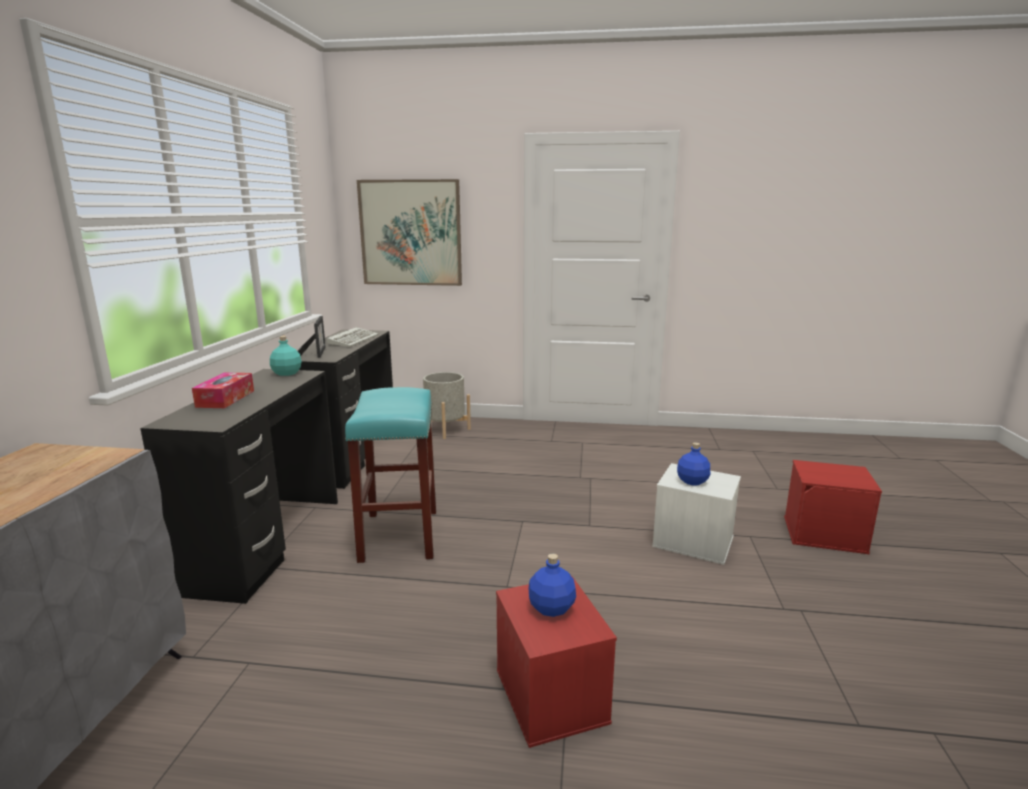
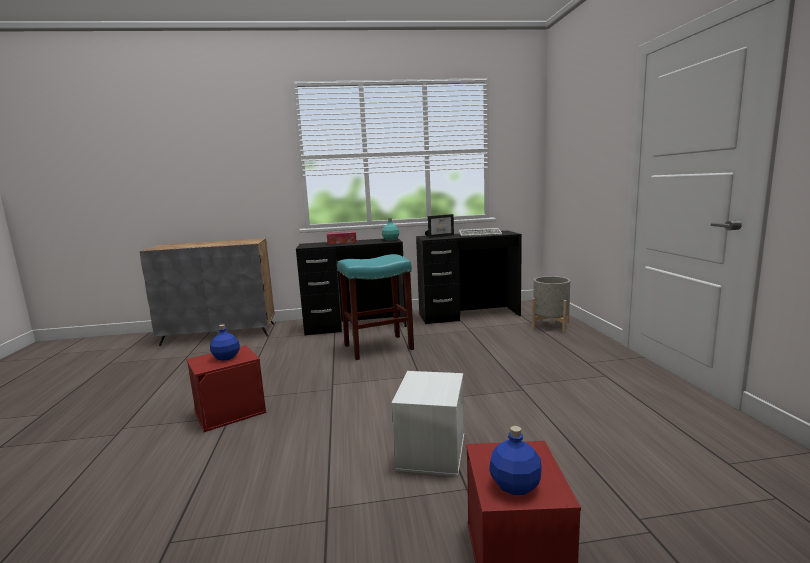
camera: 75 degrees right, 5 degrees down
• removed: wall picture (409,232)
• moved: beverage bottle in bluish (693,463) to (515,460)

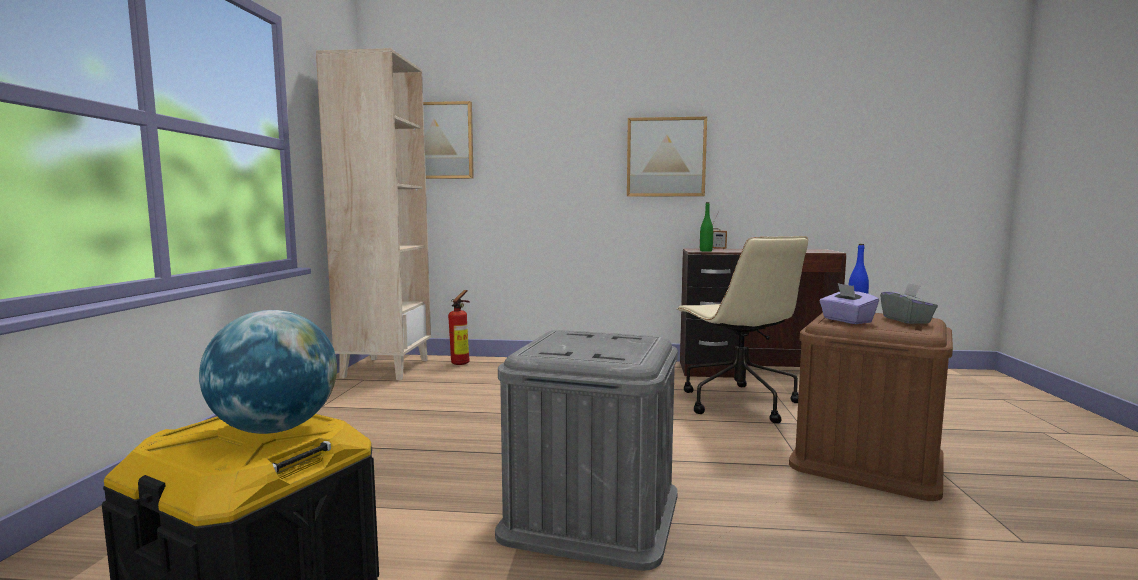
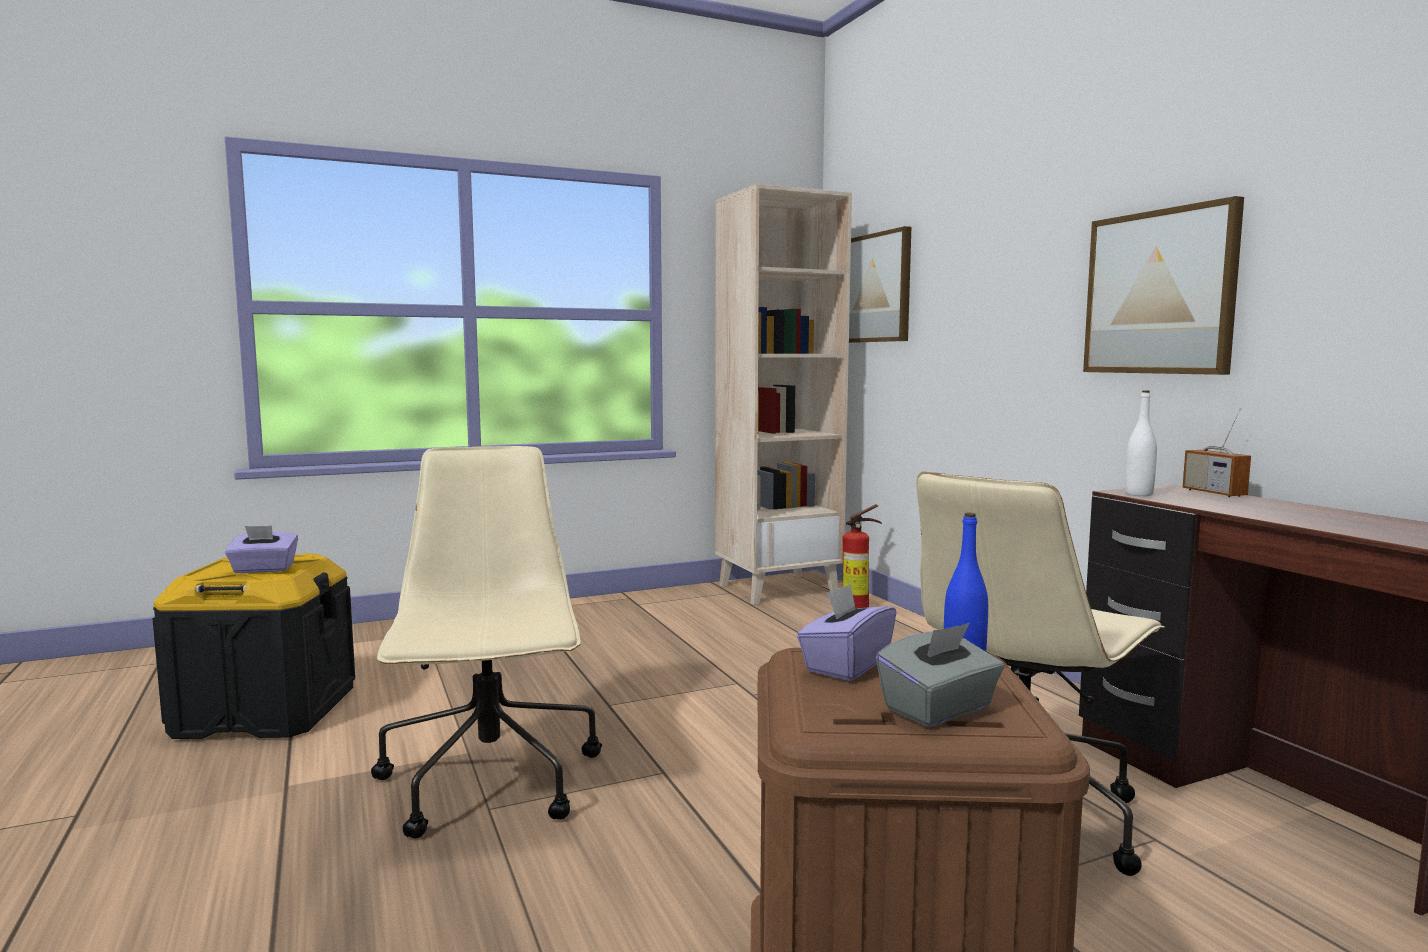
camera: 60 degrees right, 0 degrees up
• replaced: world globe (268,372) to tissue box in purple (261,549)
• replaced: storage bin in gray (586,450) to computer chair in sand-coloured (486,642)
• recoloured: beverage bottle in greenish (706,227) to beverage bottle in white-coloured (1141,443)

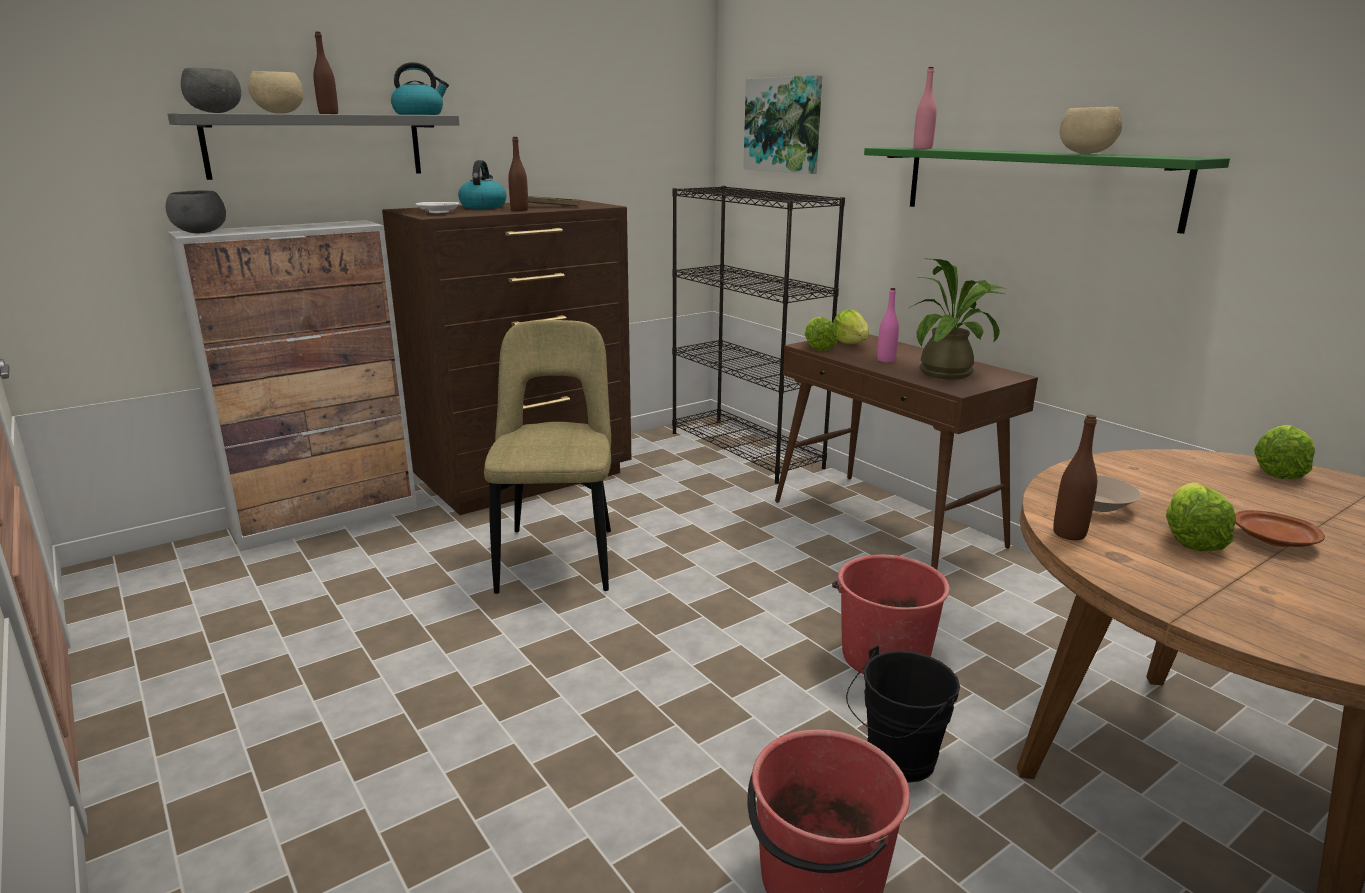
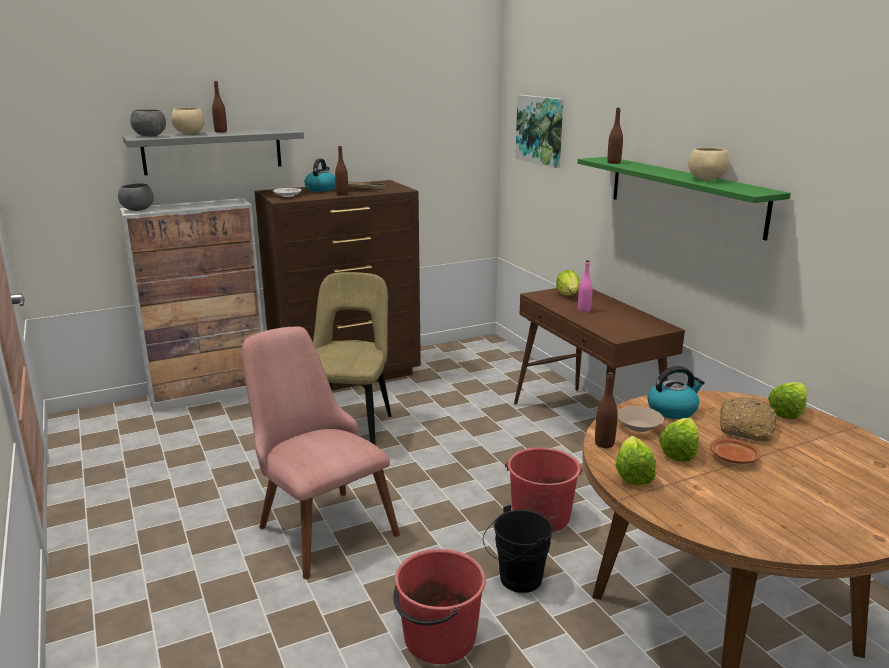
camera: 10 degrees right, 0 degrees up
• removed: shelving unit in blackish (758,335)
• removed: plant in a pot (957,319)
• added: chair in pinkish (321,453)
• added: bakery bread (748,419)
• moved: tea kettle (420,88) to (676,392)
• moved: lettuce (821,334) to (635,460)
• recoloured: beverage bottle in pinkish (925,108) to beverage bottle in brownish (615,136)

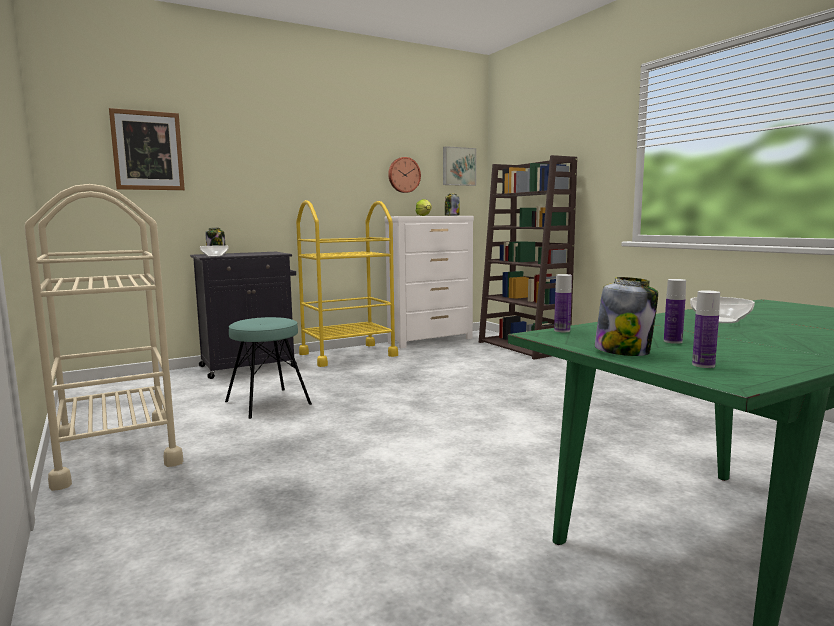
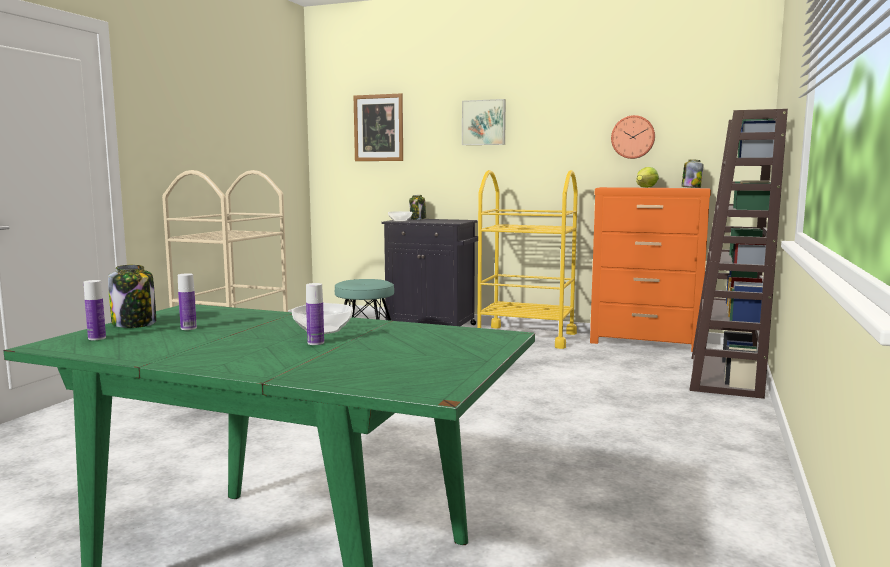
camera: 50 degrees right, 0 degrees up
• moved: wall picture (459,166) to (484,122)
• moved: beverage bottle (563,303) to (315,314)
• recoloured: drawer chest in white-coloured (429,282) to drawer chest in orangey (650,269)

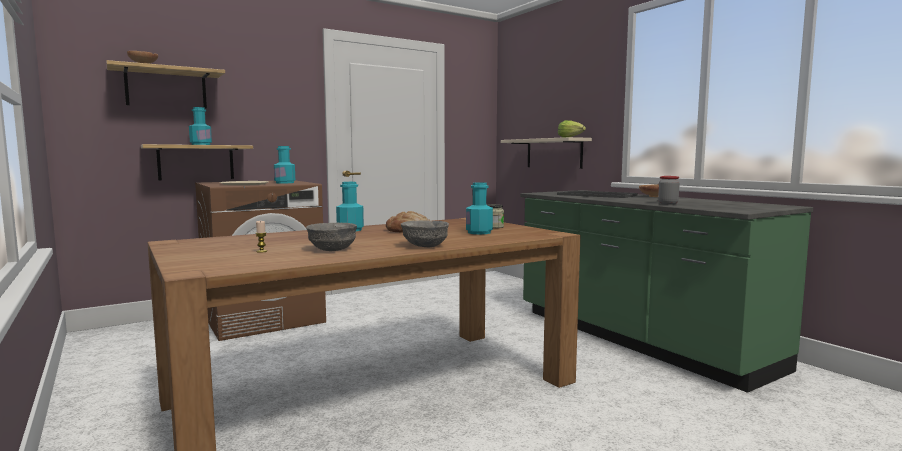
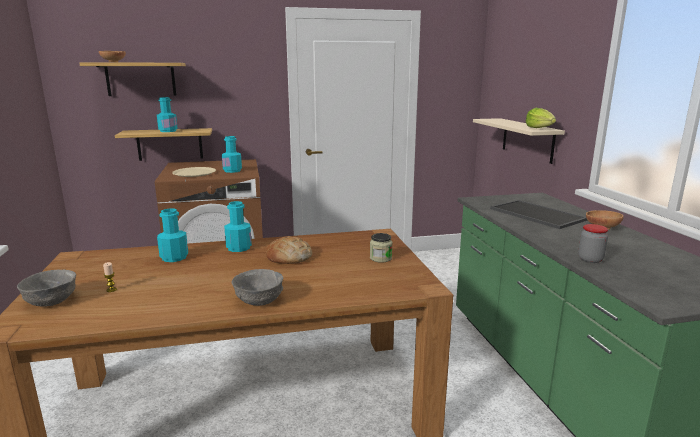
camera: 20 degrees right, 10 degrees up
• moved: serving bowl in gray (331,237) to (46,288)
• moved: beverage bottle in turquoise-coloured (479,208) to (172,235)

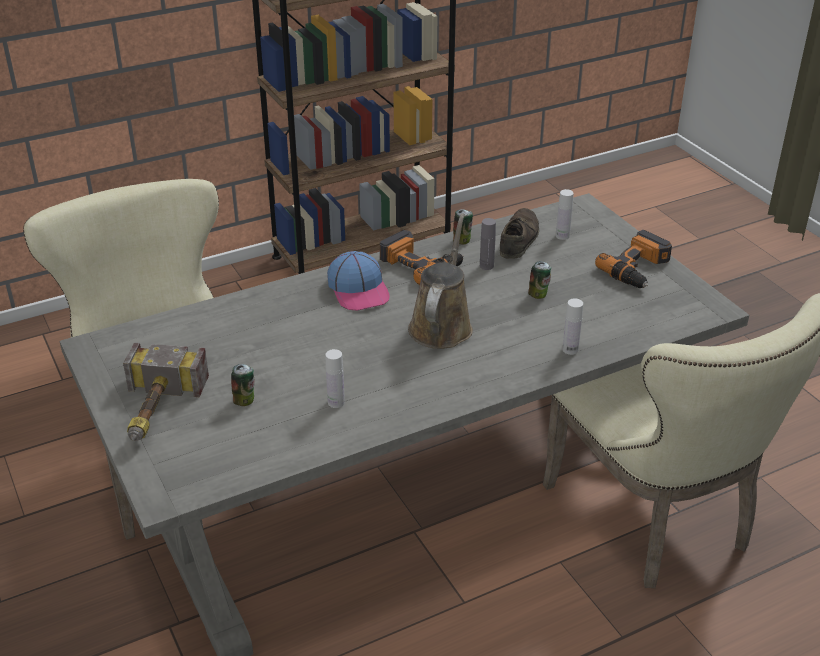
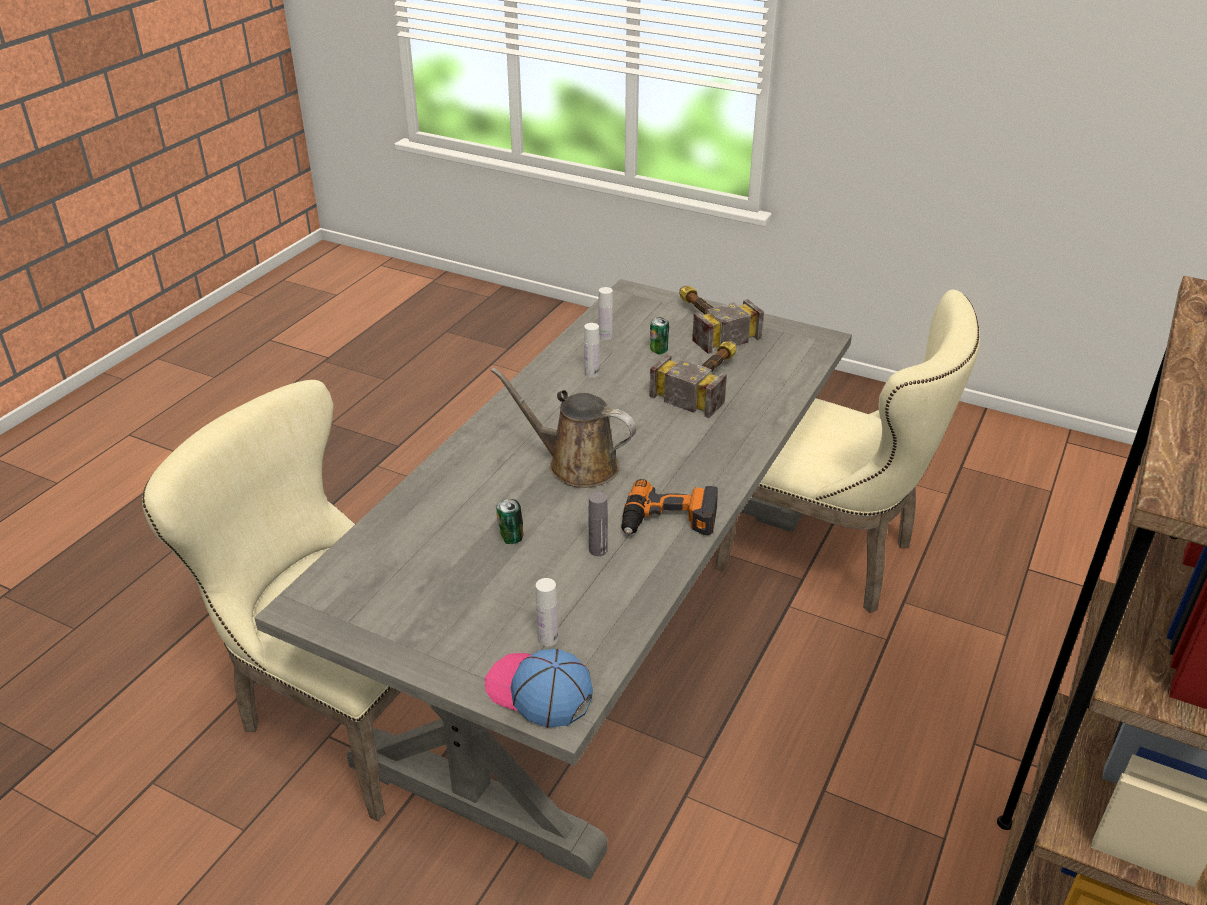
camera: 145 degrees right, 0 degrees up
• removed: metal can (463,227)
• removed: shoe in brownish (519,233)
• removed: drill (633,259)
• added: tool hammer (693,379)
• moved: baseball cap (358,280) to (539,688)
• moved: beverage bottle in white-coloured (573,326) to (605,313)
• turned: watering can in brownish (440,281) = (563,427) 135 degrees clockwise

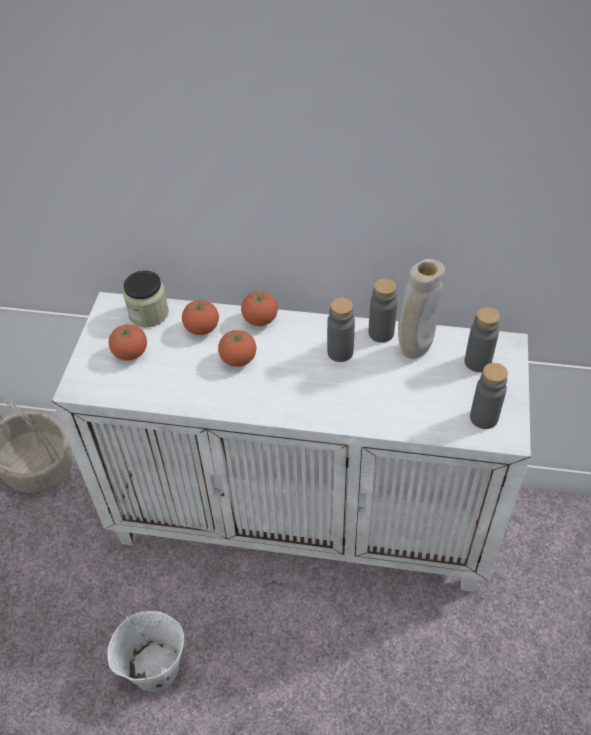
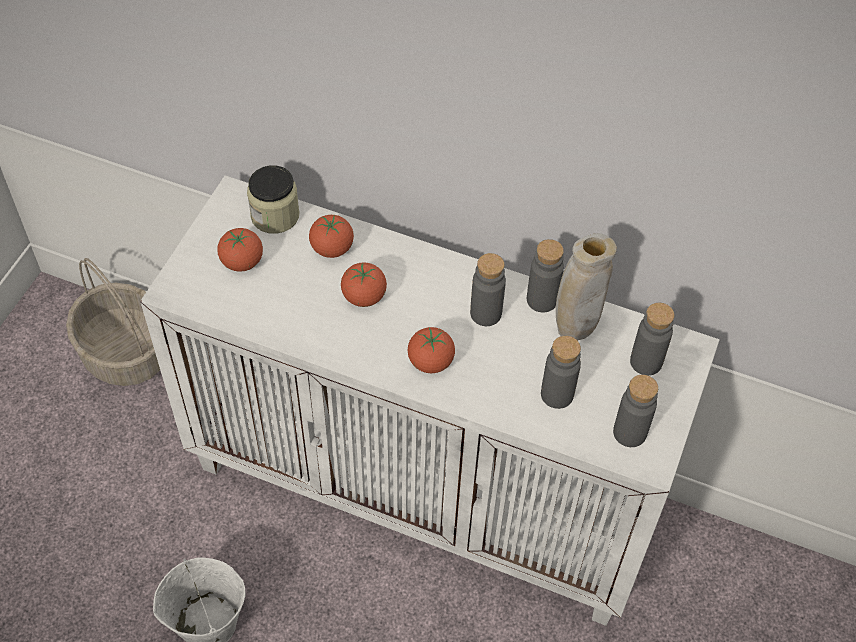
camera: 10 degrees right, 5 degrees up
• added: beverage bottle in gray (561,372)
• moved: whole tomato (259,308) to (431,350)

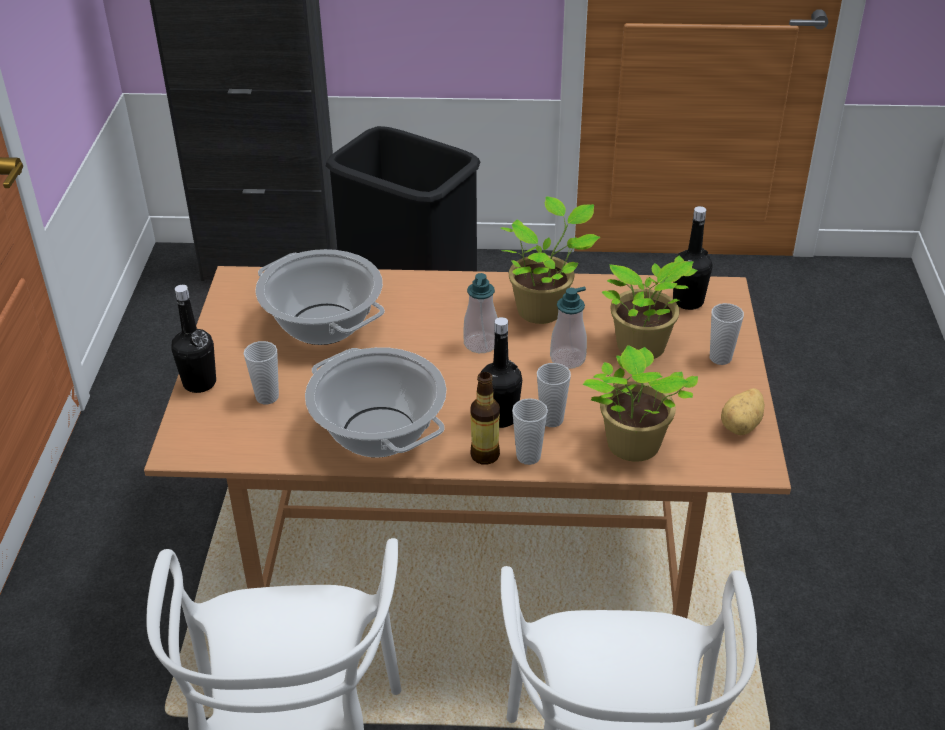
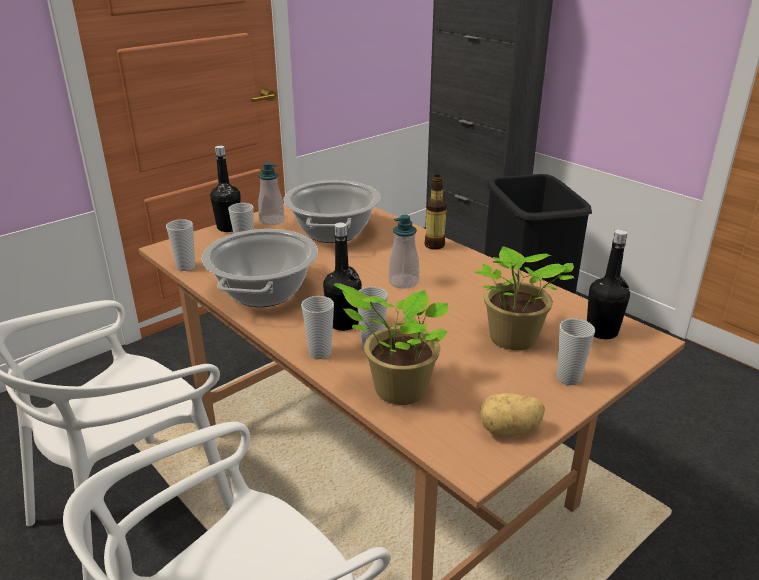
camera: 45 degrees right, 10 degrees down
• removed: plant in a pot (550,260)
• added: cup (180,245)
• moved: beverage bottle (485,418) to (436,212)
• moved: liquid soap bottle (568,328) to (271,193)

